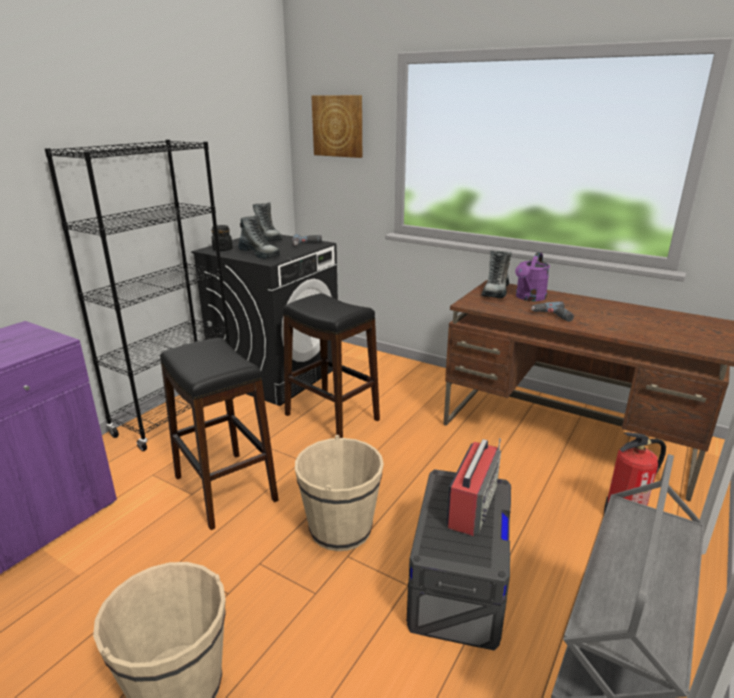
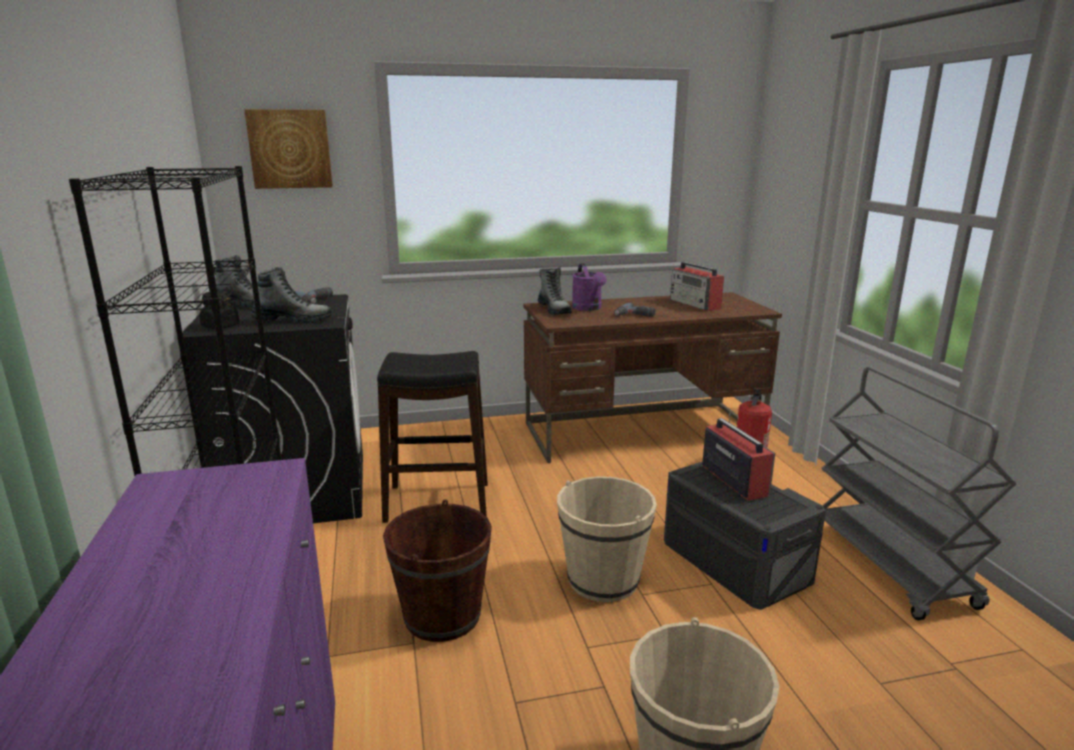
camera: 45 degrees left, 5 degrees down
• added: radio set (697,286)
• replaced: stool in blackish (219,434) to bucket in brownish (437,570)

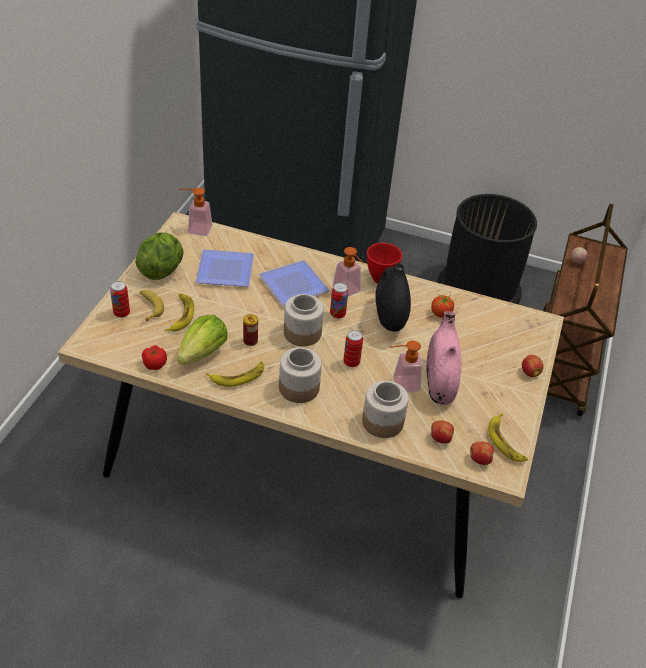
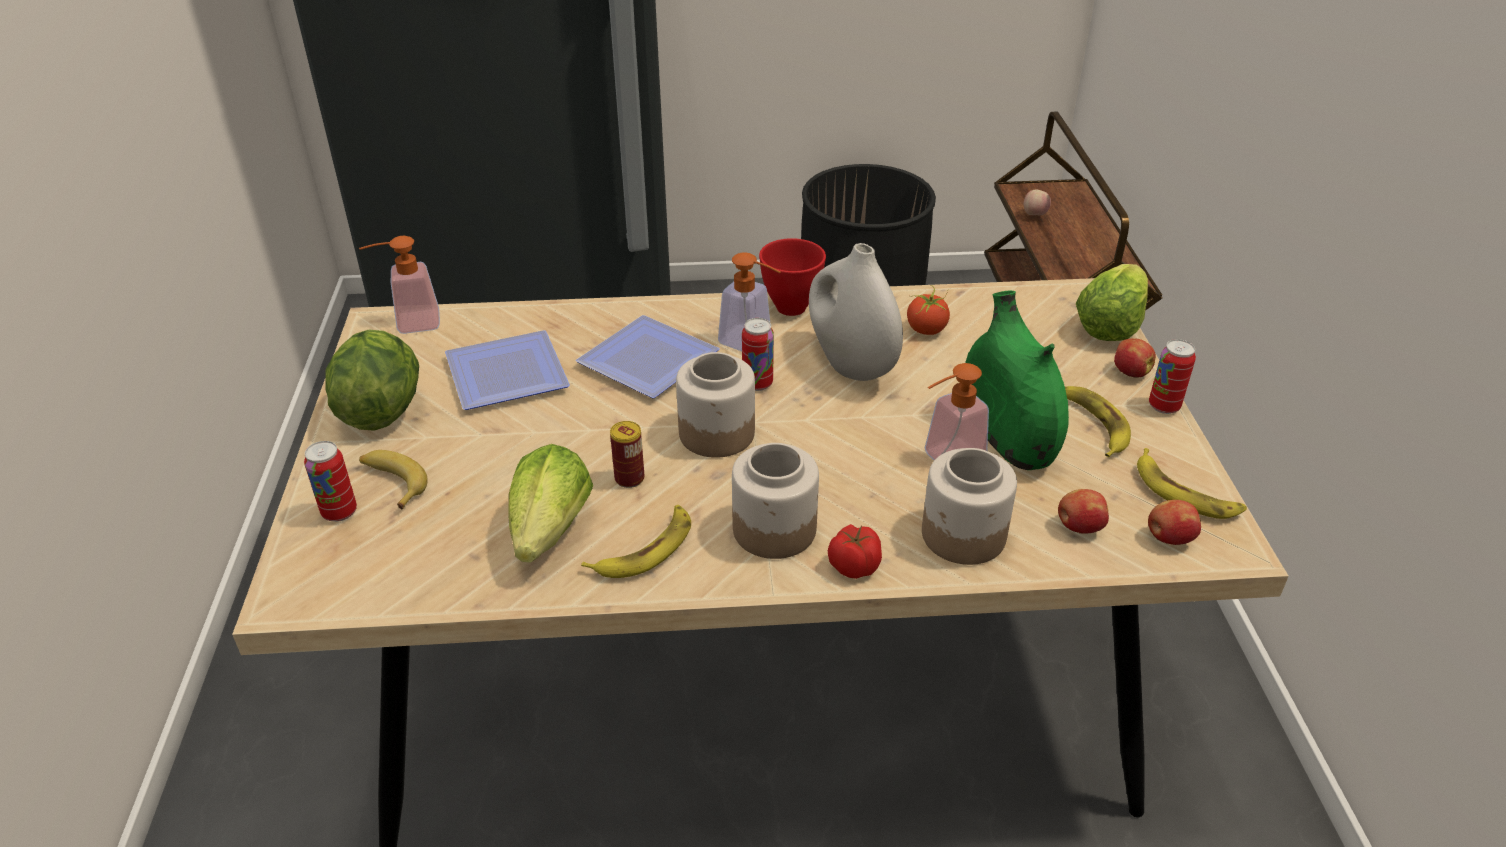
camera: 20 degrees left, 5 degrees down
• added: lettuce (1112,302)
• moved: whole tomato (154,357) to (855,551)
• moved: banana (179,312) to (1098,421)
• moved: metal can (353,348) to (1172,376)
• recoloured: flower vase in blackish (393,297) to flower vase in white-coloured (856,312)
• recoloured: flower vase in pinkish (443,358) to flower vase in greenish (1017,380)

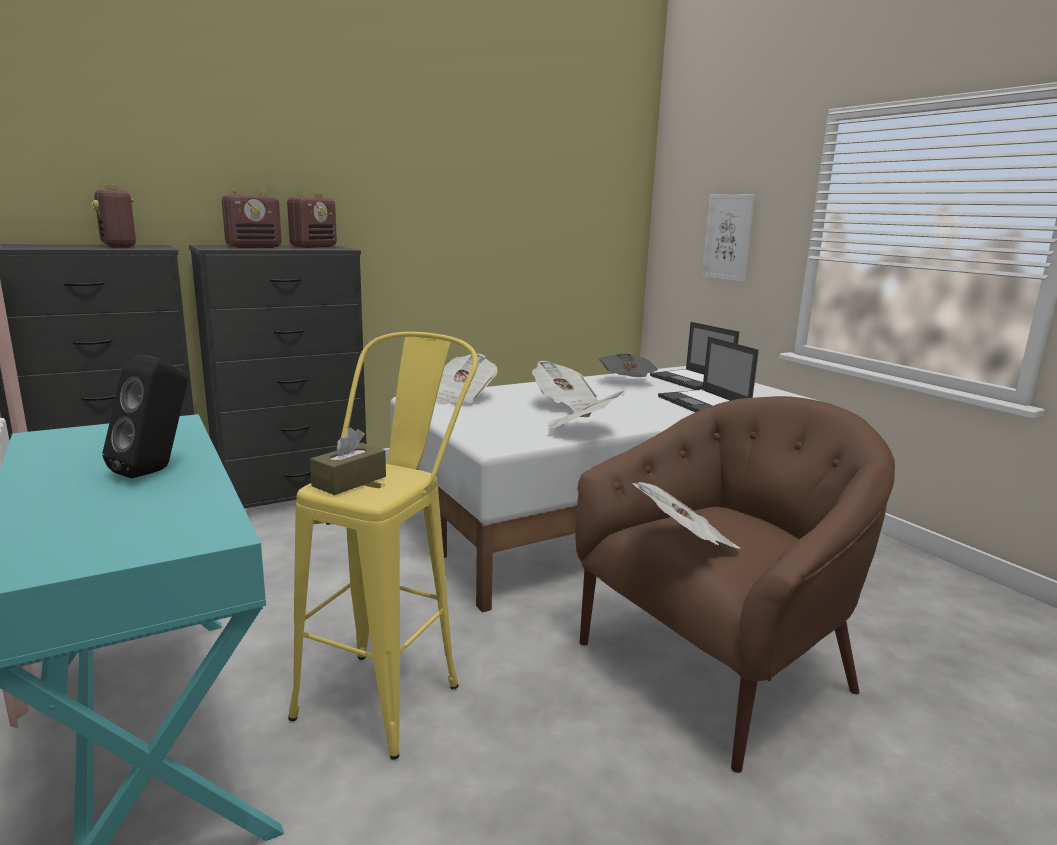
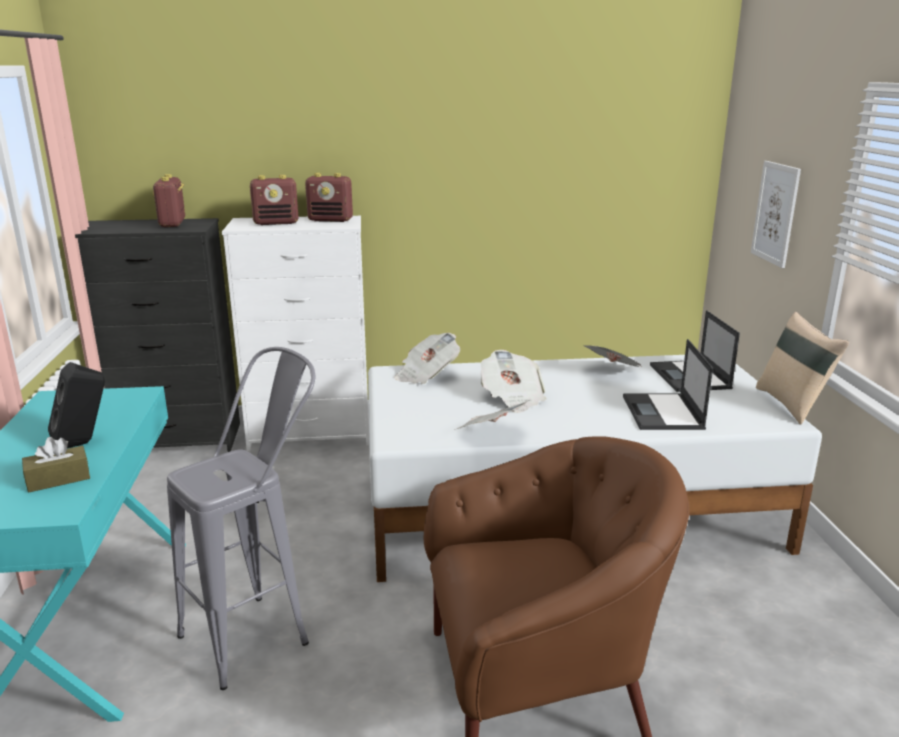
camera: 25 degrees right, 5 degrees up
• removed: printed paper (686,515)
• added: cushion in sand-coloured (802,368)
• moved: tissue box in brownish (348,461) to (56,464)
• recoloured: drawer chest in blackish (277,376) to drawer chest in white-coloured (295,333)
• recoloured: stool in yellowish (383,546) to stool in gray (241,518)
• turned: radio set (312,220) = (329,197) 45 degrees clockwise

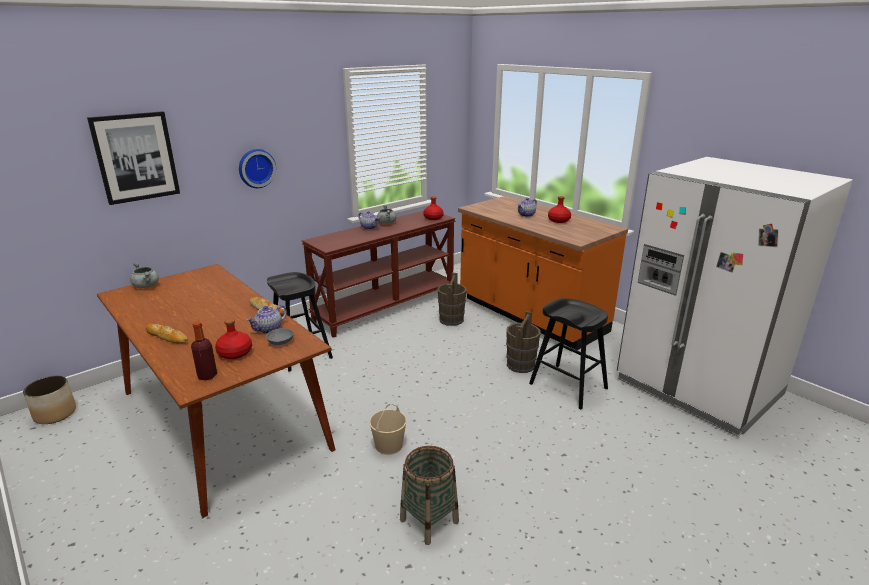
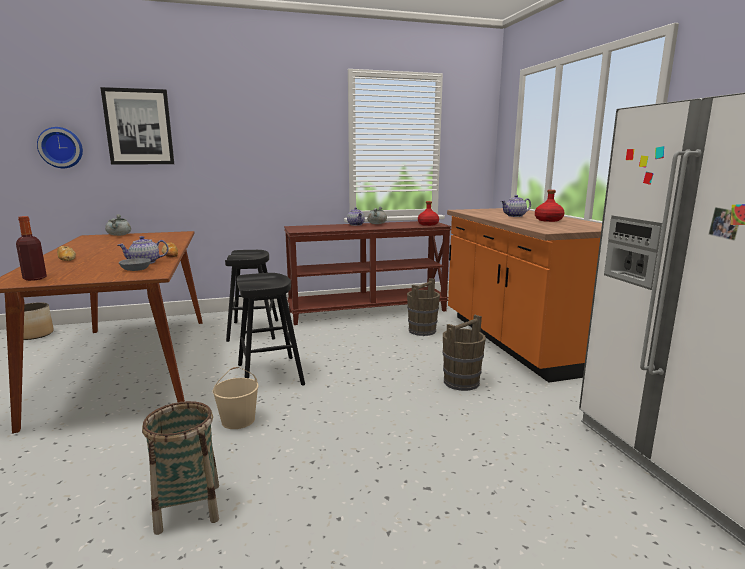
camera: 25 degrees right, 10 degrees down
• removed: beverage bottle in red (233,338)
• moved: hanging clock (257,168) to (60,147)
• moved: stool in blackish (568,353) to (271,329)

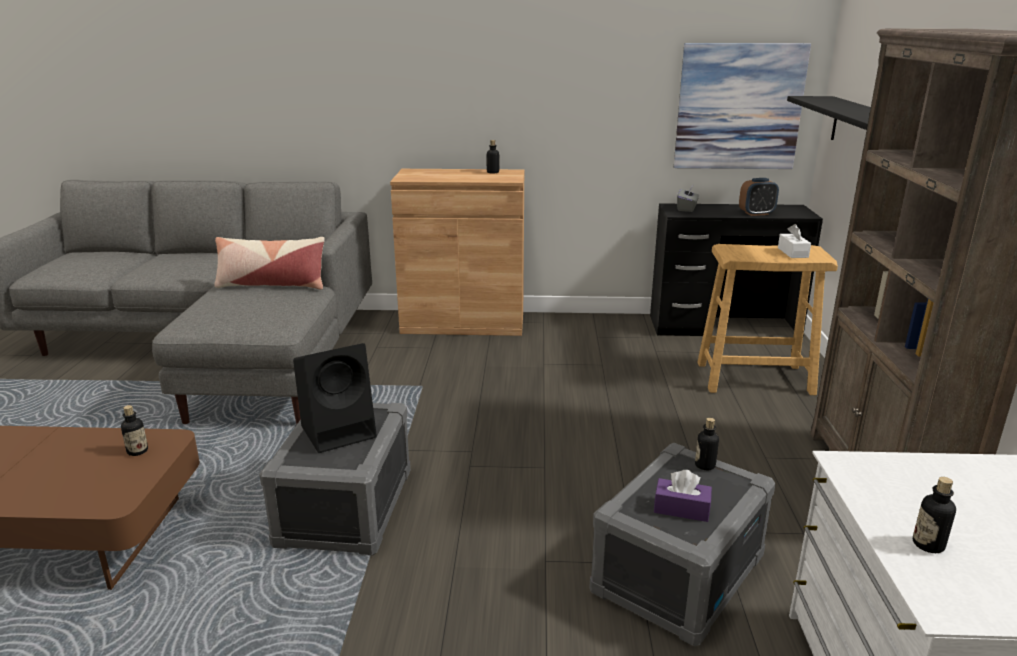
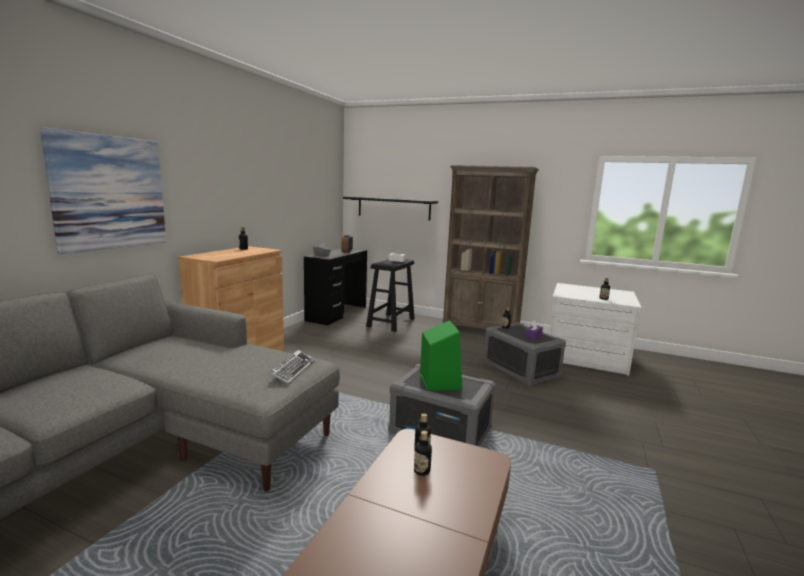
camera: 70 degrees left, 10 degrees down
• removed: cushion (269,263)
• added: PC keyboard (292,367)
• added: beverage bottle (423,453)
• moved: wall picture (742,106) to (103,190)
• recoloured: audio speaker in blackish (335,398) to audio speaker in greenish (441,355)
• recoloured: stool in sand-coloured (767,319) to stool in blackish (390,295)

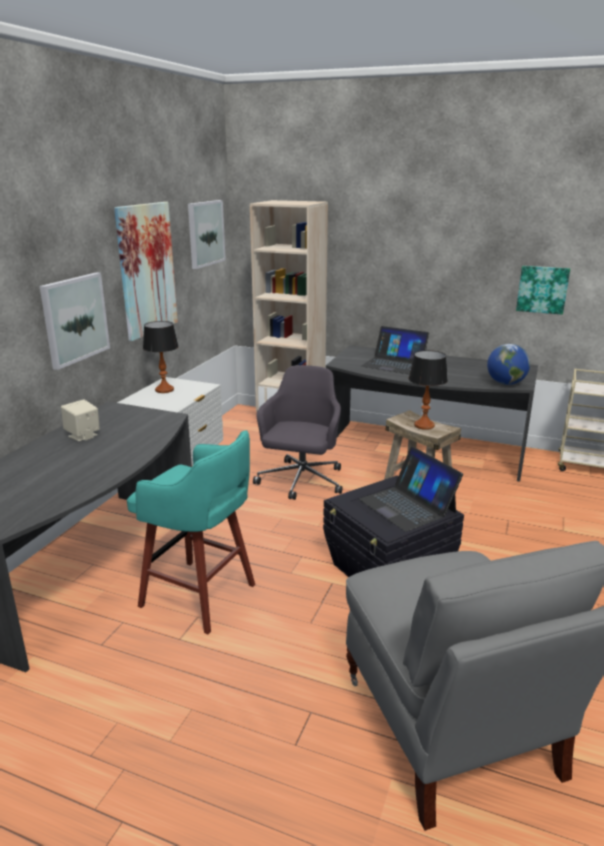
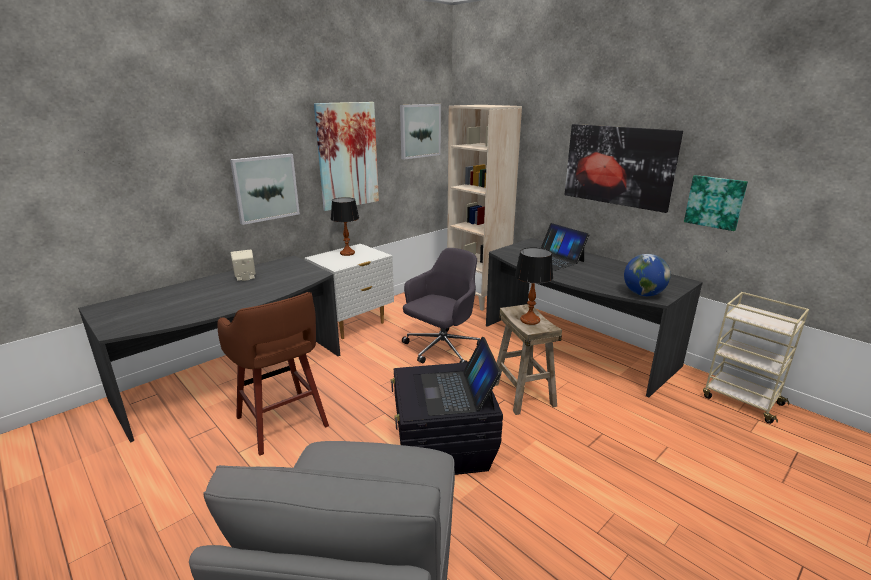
camera: 25 degrees right, 0 degrees up
• added: wall picture (623,168)
• recoloured: stool in turquoise-coloured (191,532) to stool in brownish (273,373)

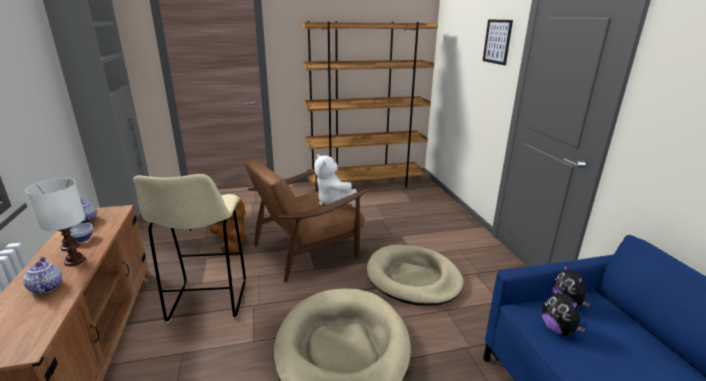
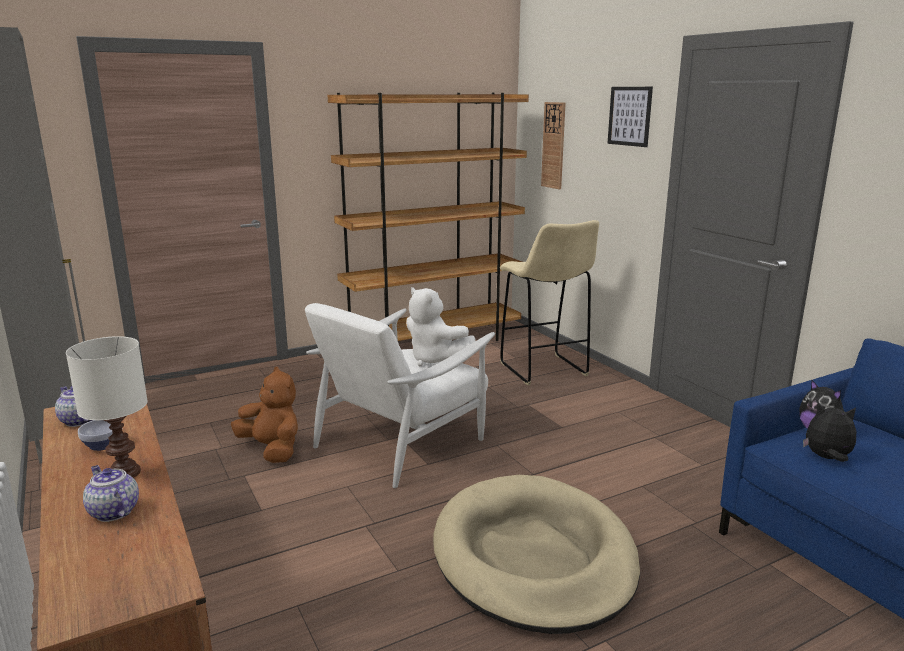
camera: 15 degrees left, 5 degrees down
• removed: dog bed in sand-coloured (415,275)
• added: hanging clock (553,145)
• moved: stool in sand-coloured (190,249) to (549,303)
• recoloured: lounge chair in brownish (306,220) to lounge chair in white-coloured (400,395)
• turned: cuddly toy (564,311) = (829,432) 150 degrees clockwise

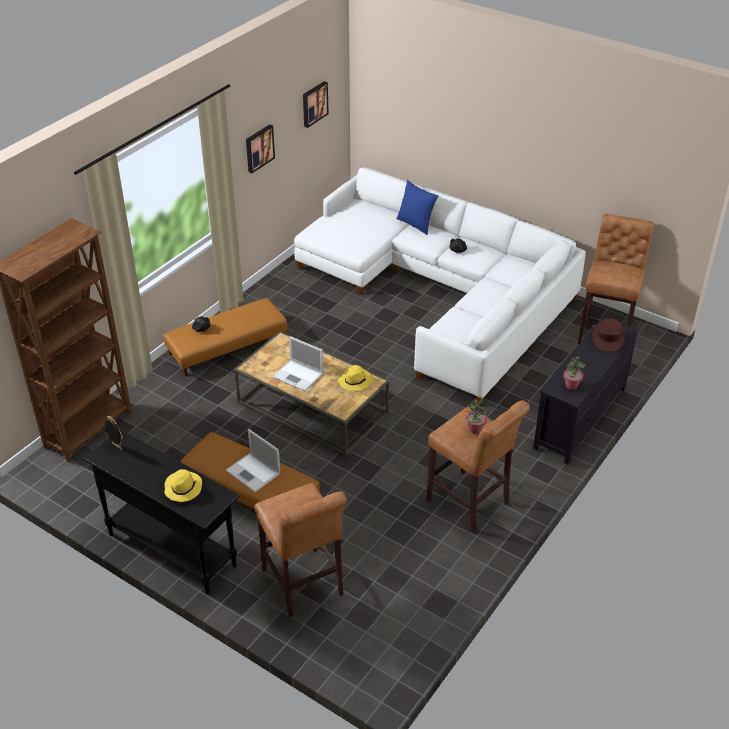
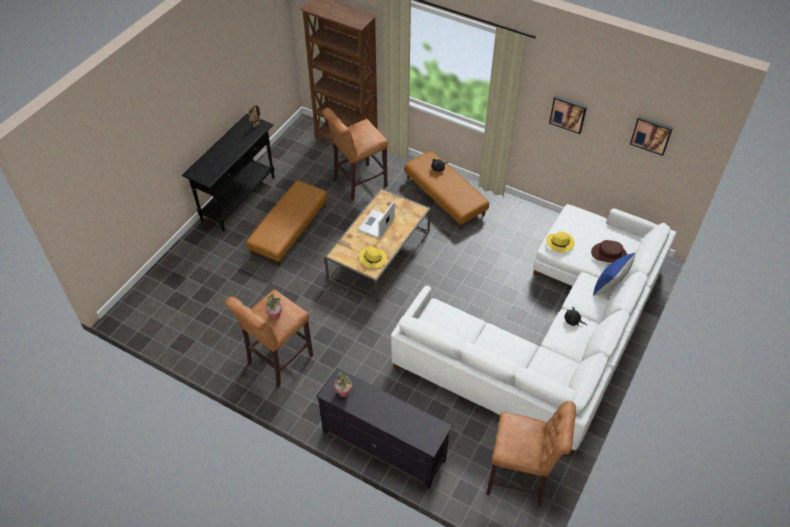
camera: 85 degrees right, 10 degrees up
• removed: notebook computer (253,460)
• moved: hat in yellowish (183,485) to (560,242)
• moved: stool in brownish (300,550) to (355,154)
• moved: hat in brownish (609,335) to (609,251)

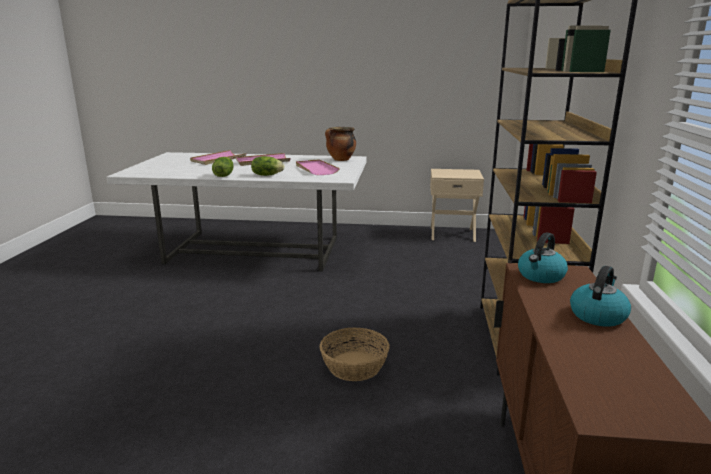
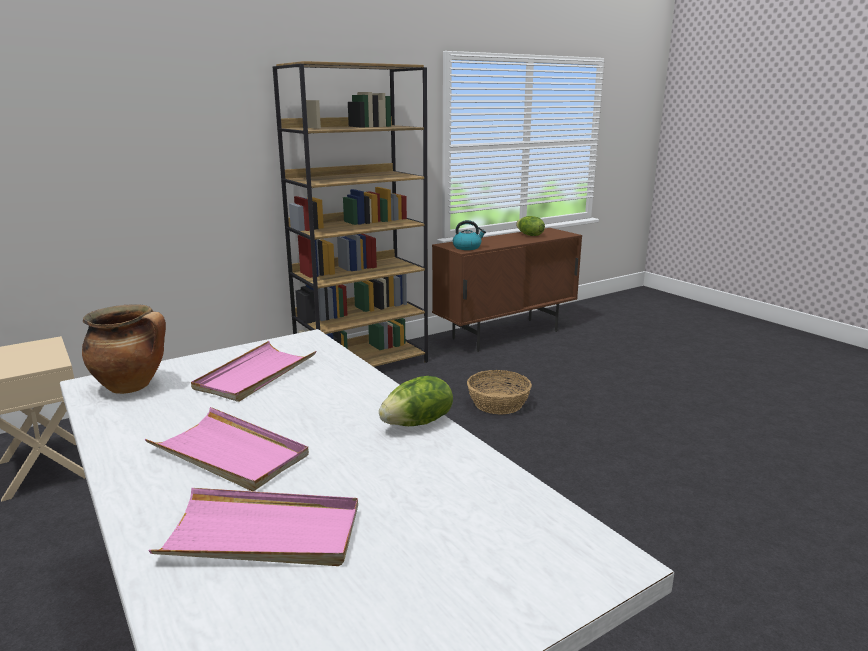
camera: 130 degrees left, 0 degrees up
• removed: tea kettle (600,296)
• moved: lettuce (268,166) to (530,226)

